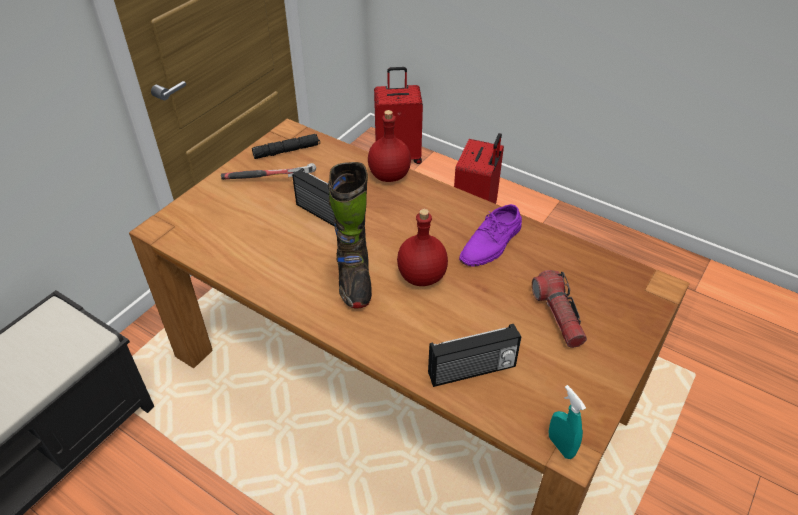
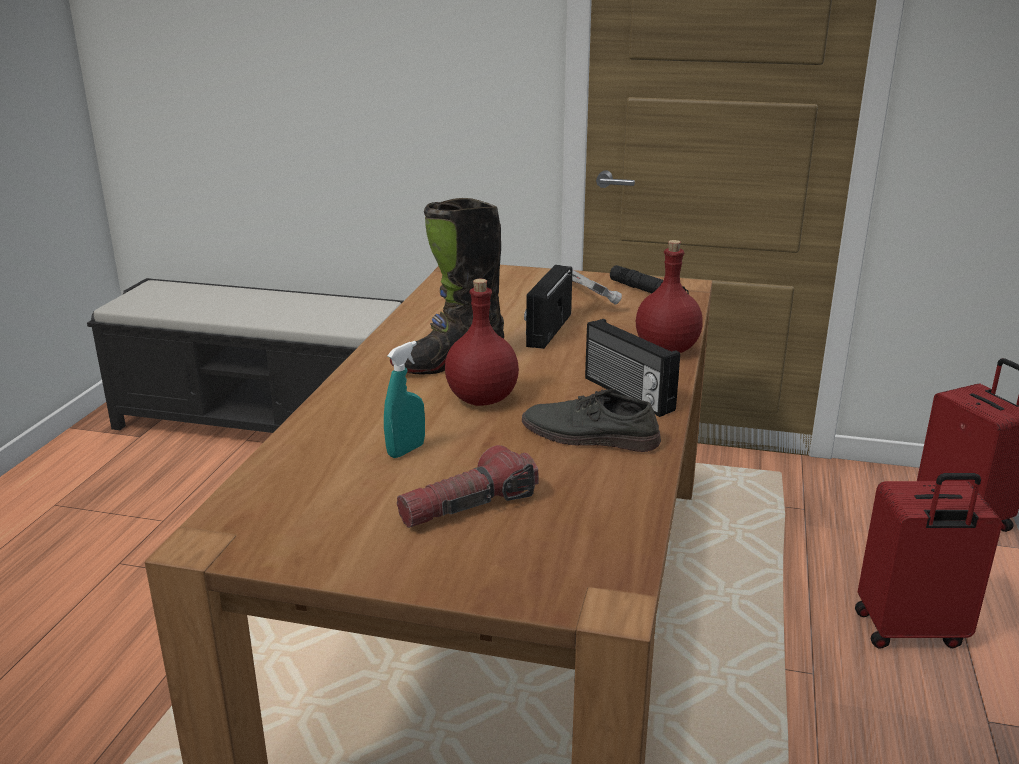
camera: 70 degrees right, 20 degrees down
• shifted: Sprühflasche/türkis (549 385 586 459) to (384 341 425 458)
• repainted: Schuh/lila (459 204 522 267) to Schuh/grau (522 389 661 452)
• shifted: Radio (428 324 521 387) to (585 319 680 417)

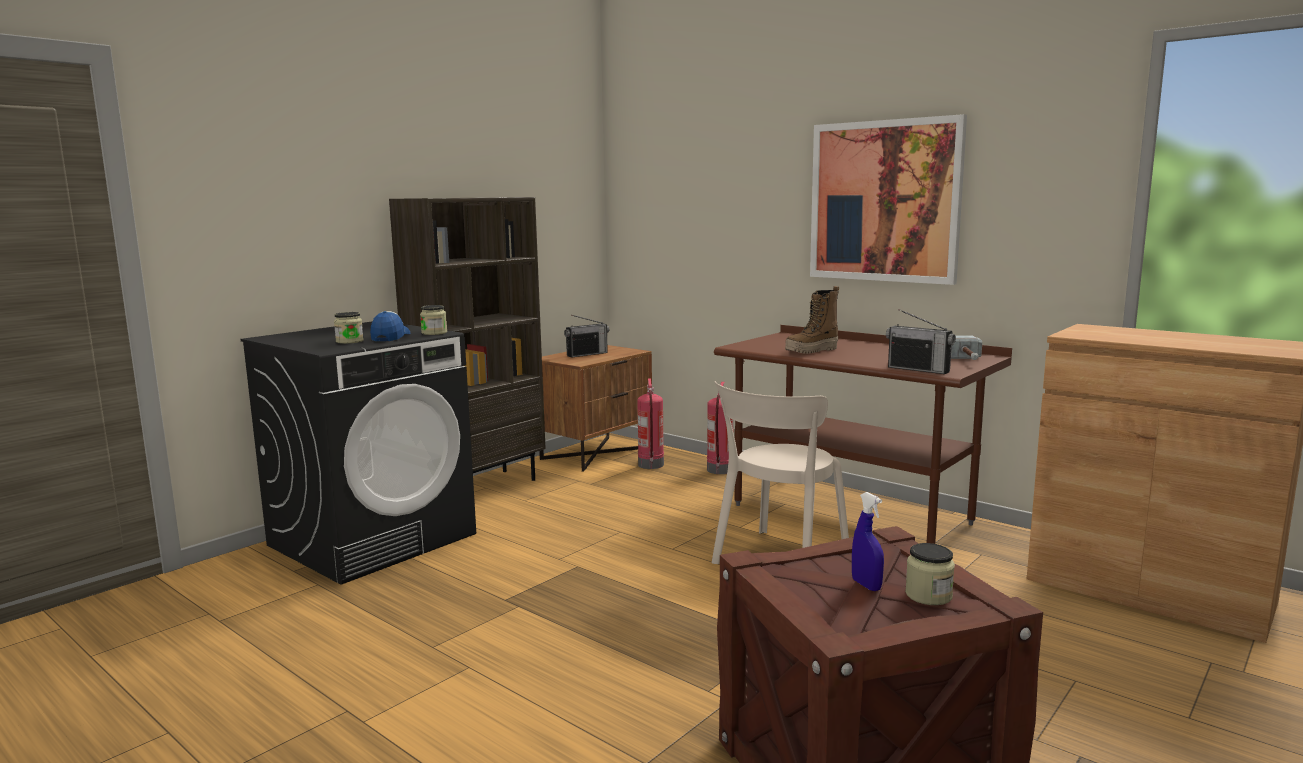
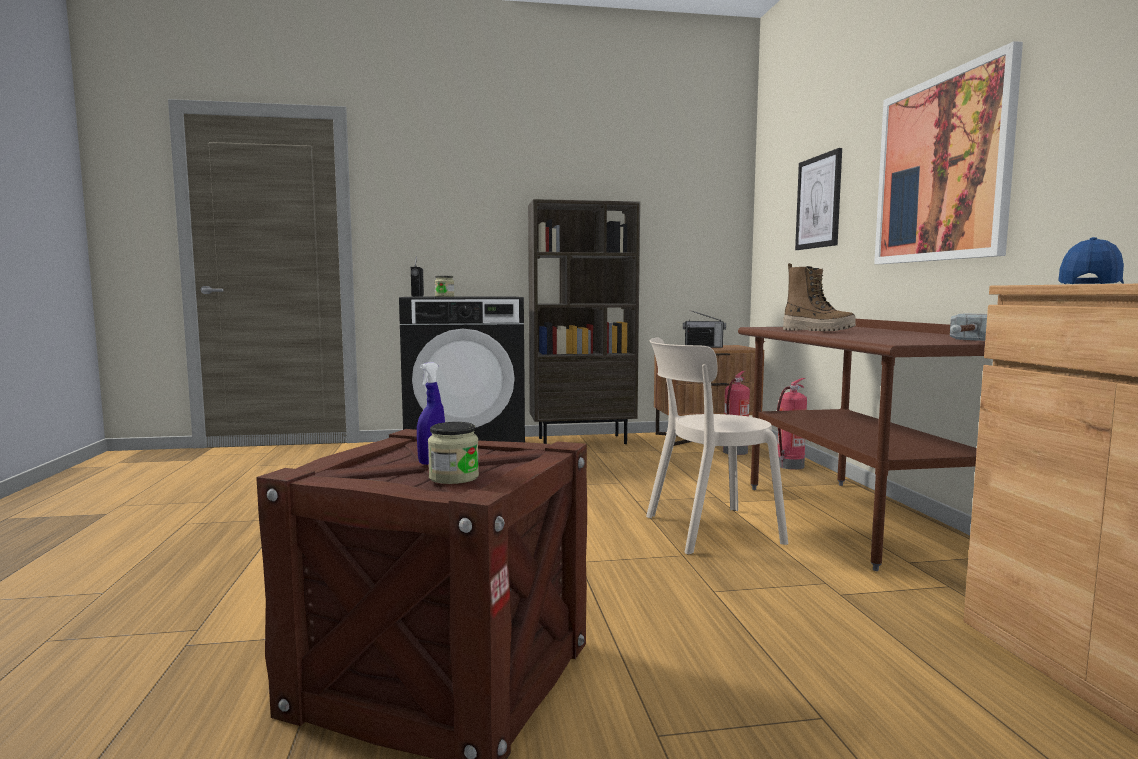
camera: 40 degrees right, 5 degrees down
• shifted: Radio (886 309 956 374) to (411 256 424 297)
• rotated: Stiefel (785 286 839 354) = (783 263 856 331) 150 degrees counterclockwise
• new: Bild (795 148 842 250)
• shifted: Kappe (370 311 410 341) to (1058 237 1124 284)
• gone: Vorratsglas (420 305 447 335)

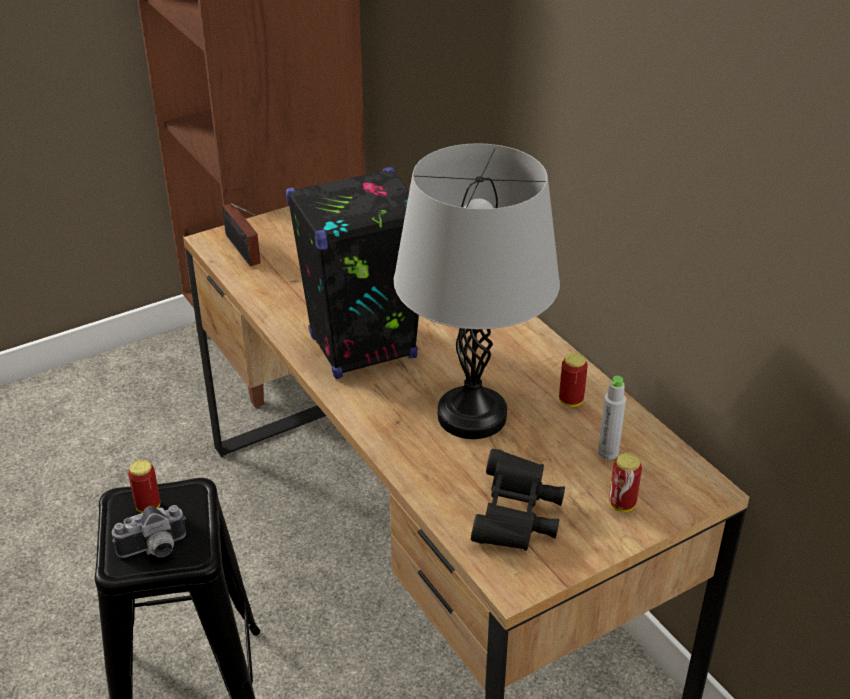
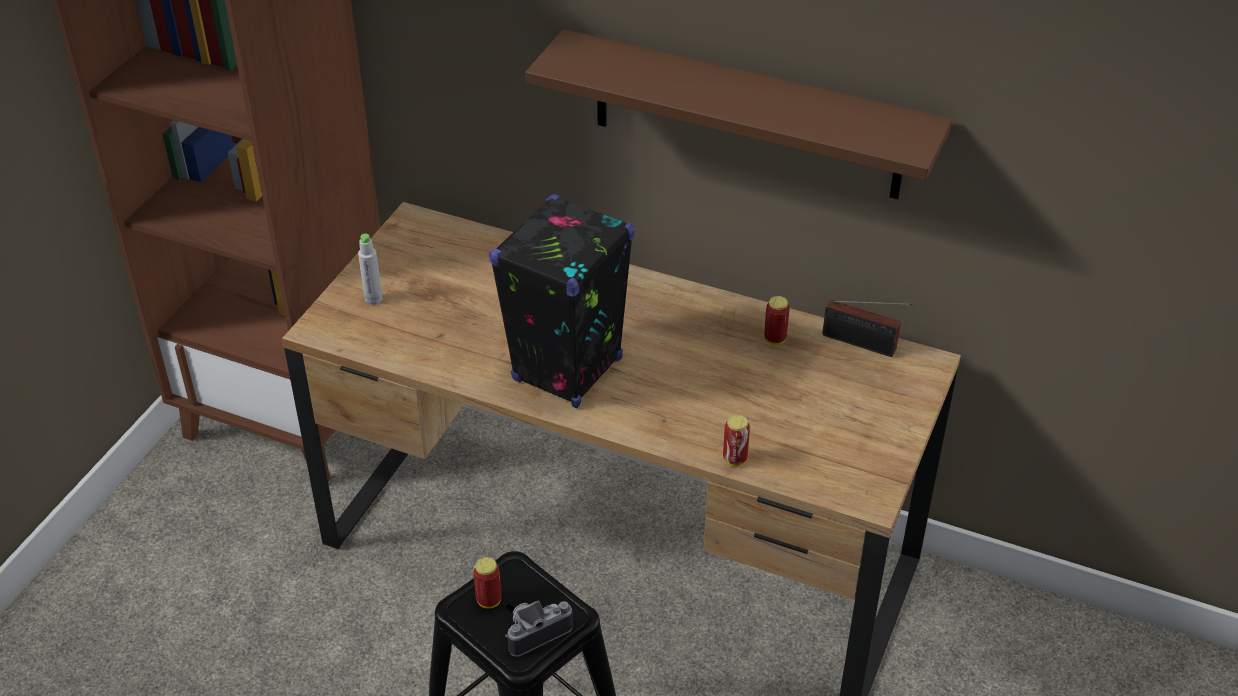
camera: 35 degrees left, 5 degrees up
• shifted: Flasche/grau (598 376 626 460) to (358 234 382 305)
• rotated: Kamera (112 505 186 558) = (505 601 573 657) 150 degrees counterclockwise
• new: Wandregal/braun (525 29 952 199)
• shifted: Dose (609 453 642 512) to (723 415 750 467)
• shifted: Radio (222 203 261 266) to (822 300 912 357)
• gone: Tischlampe/grau (394 143 560 439)
• gone: Fernglas/schwarz (471 449 565 551)

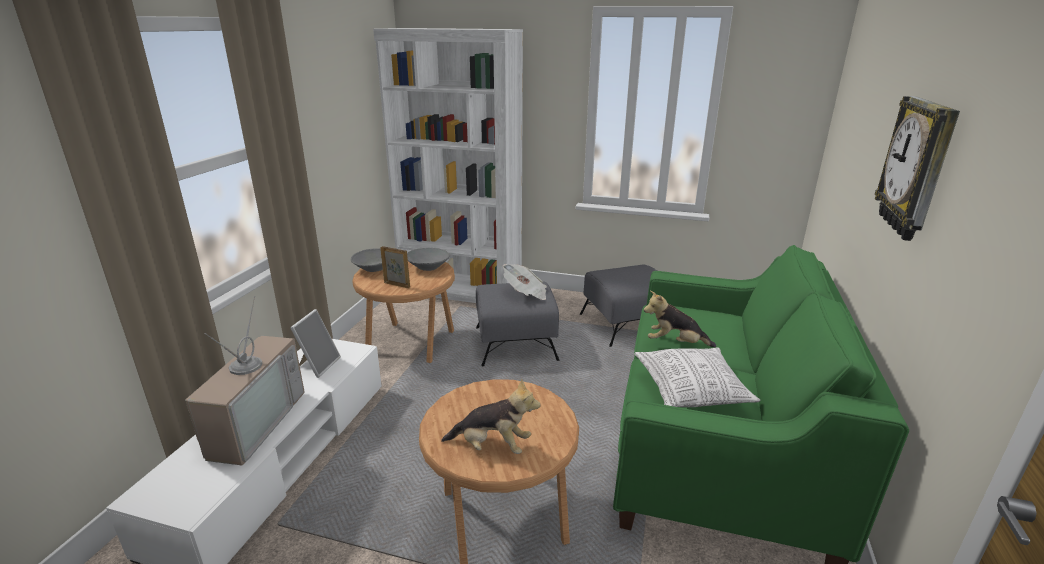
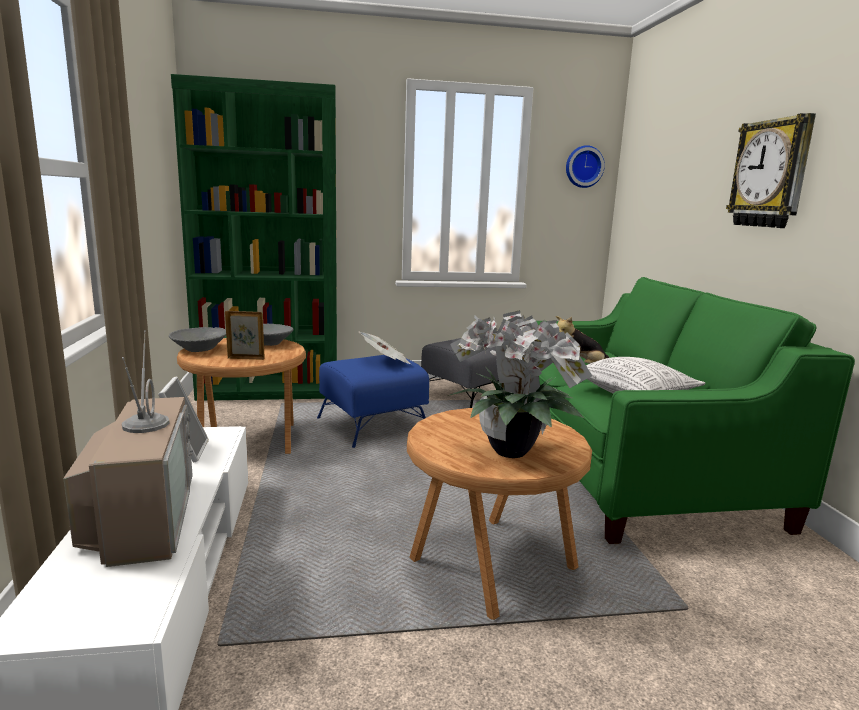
camera: 25 degrees left, 10 degrees down
• repainted: Bücherregal/weiß (373 28 523 303) to Bücherregal/grün (171 74 337 401)
• repainted: Polsterhocker/grau (476 281 559 367) to Polsterhocker/blau (317 355 429 448)
• swapped: Plüschtier (441 379 541 454) to Topfpflanze (448 310 592 458)
• new: Wanduhr (566 145 605 188)

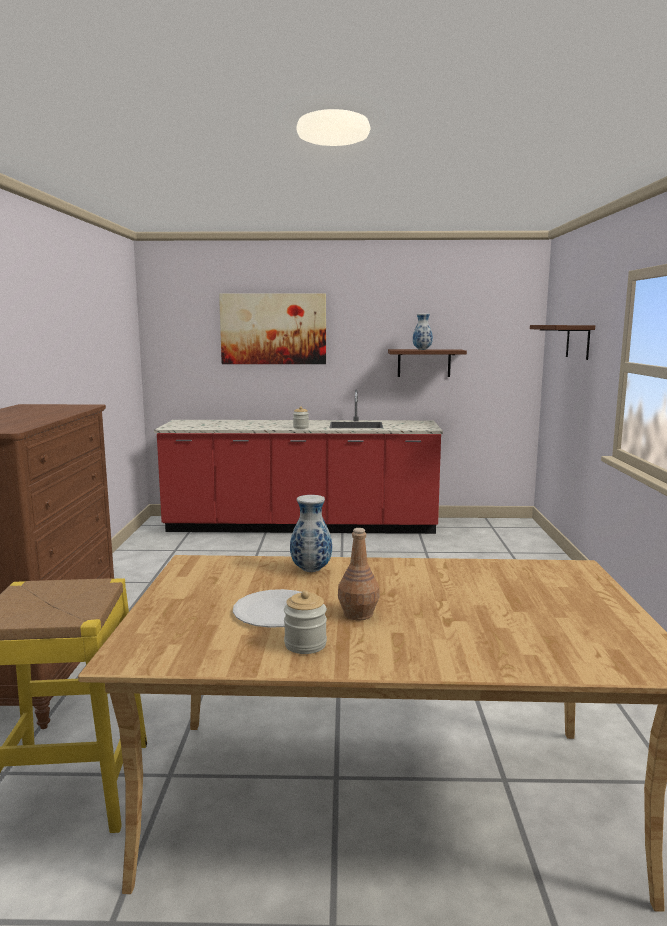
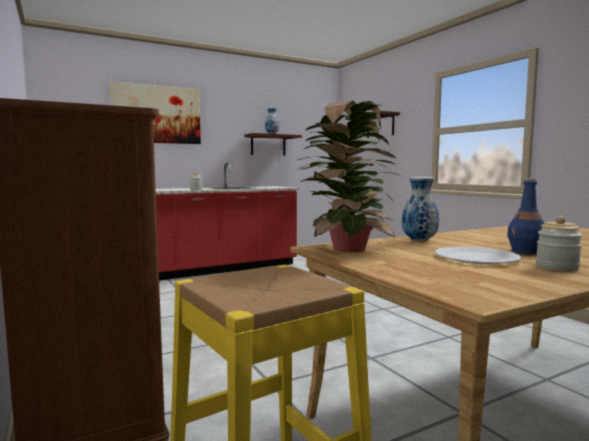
camera: 30 degrees left, 5 degrees down
• new: Topfpflanze (296 101 401 252)
• repainted: Flasche/braun (338 528 380 620) to Flasche/blau (507 178 544 254)

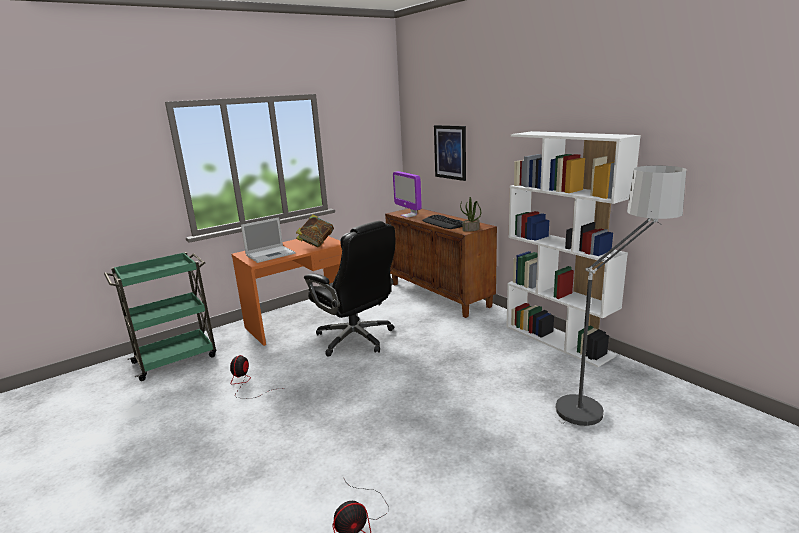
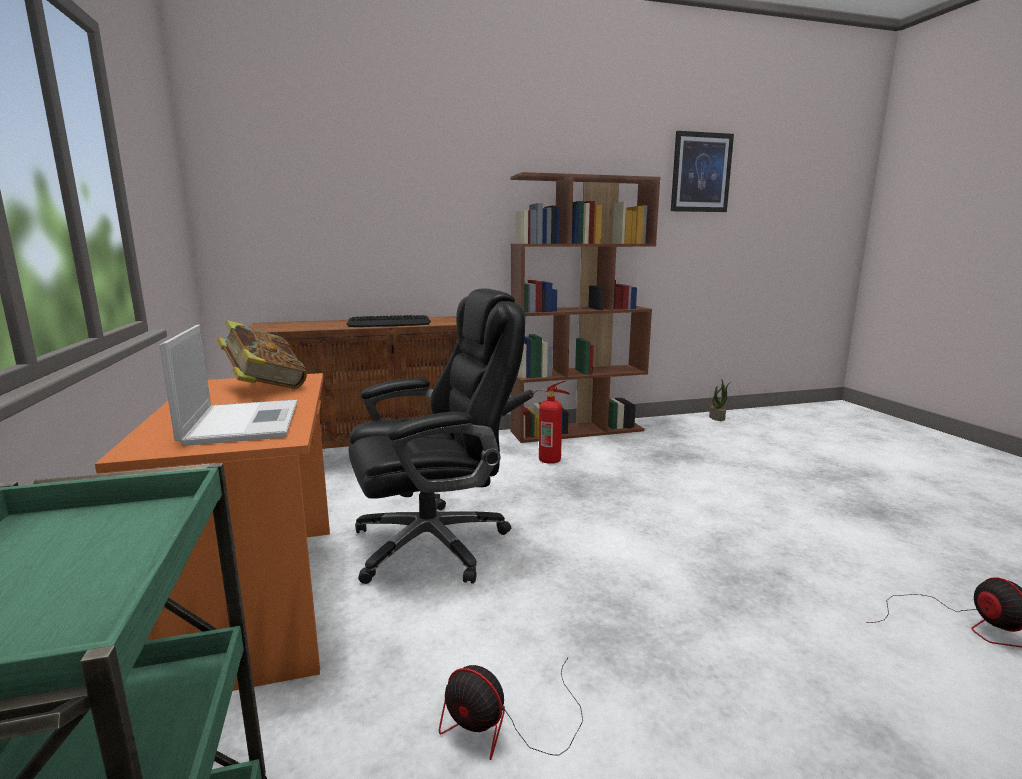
camera: 70 degrees left, 5 degrees down
• new: Feuerlöscher (502 381 570 464)
• repainted: Bücherregal/weiß (506 131 641 367) to Bücherregal/braun (511 172 660 443)
• shifted: Bild (434 125 466 181) to (671 131 734 212)
• shifted: Topfpflanze (460 197 481 232) to (709 380 731 421)
• gone: Monitor (393 171 422 218)
• gone: Stehlampe (554 165 686 427)

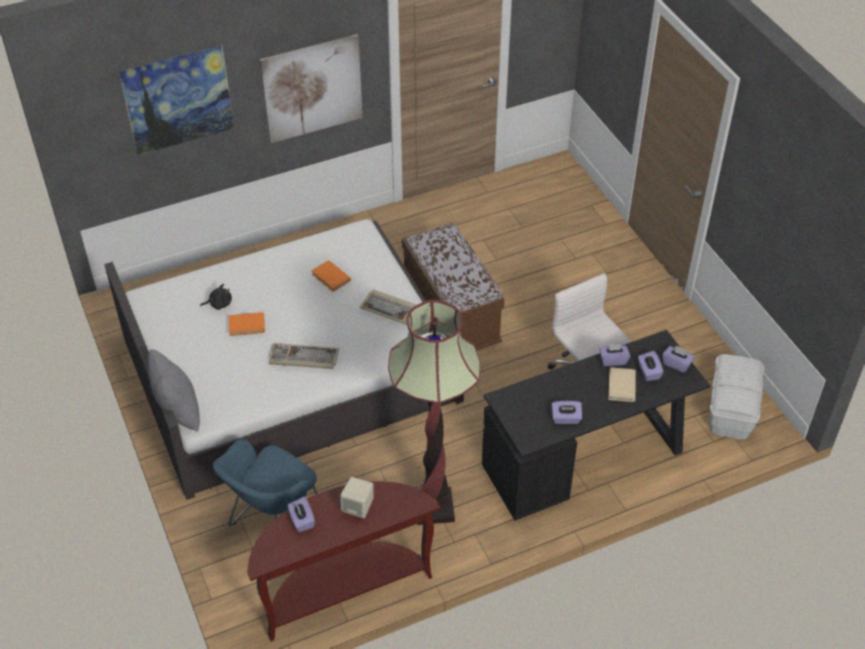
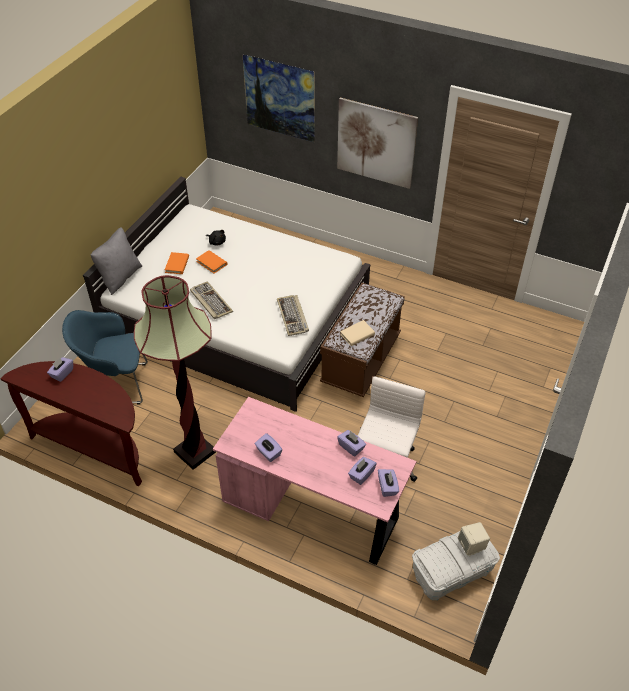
camera: 50 degrees right, 0 degrees up
• shifted: Buch/orange (311 260 351 292) to (165 252 189 274)
• repainted: Schreibtisch/schwarz (482 330 710 520) to Schreibtisch/rosa (213 397 417 565)
• shifted: Buch/beige (609 367 636 402) to (340 320 375 346)
• shifted: Lautsprecher/beige (340 477 373 518) to (458 522 490 556)

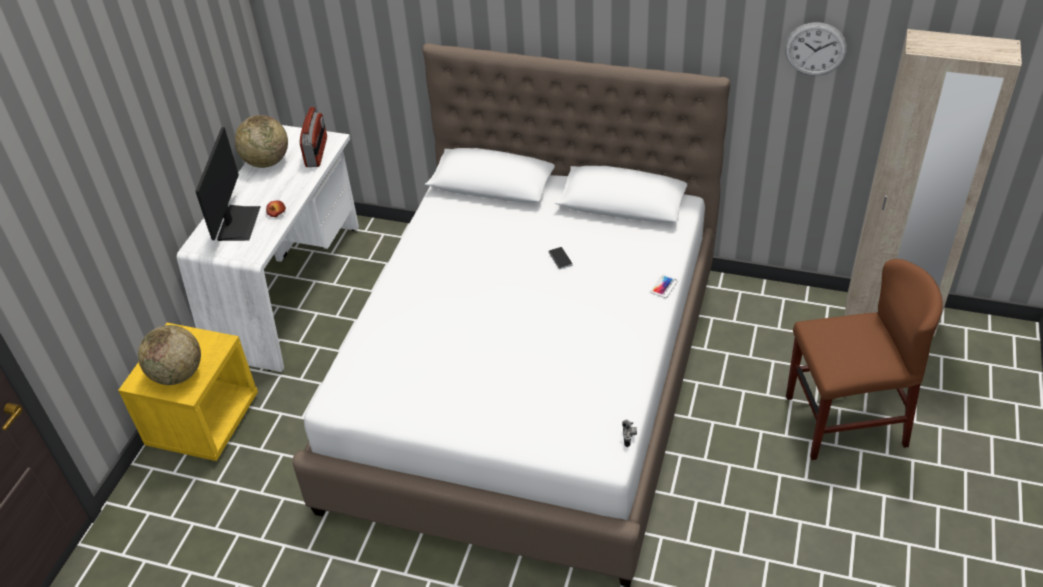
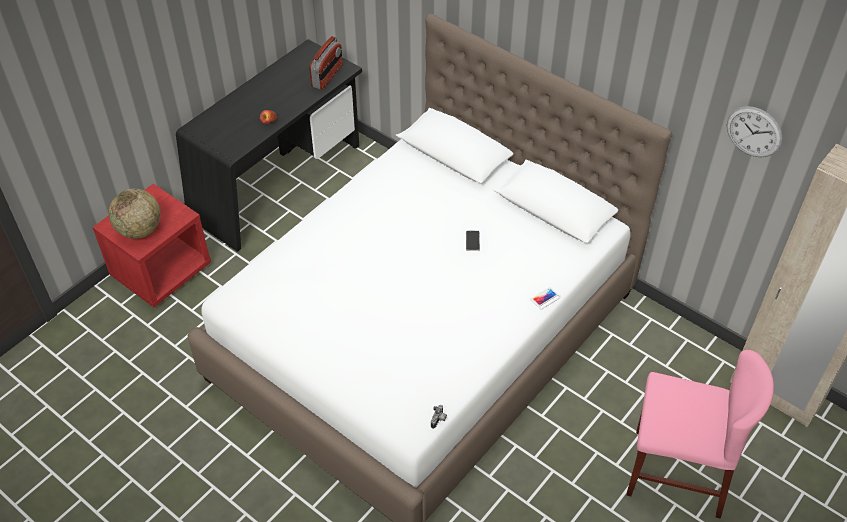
camera: 20 degrees right, 5 degrees up
• repainted: Nachttisch/gelb (118 323 258 461) to Nachttisch/rot (92 184 211 307)
• repainted: Schreibtisch/weiß (177 125 359 372) to Schreibtisch/schwarz (176 39 362 252)
• repainted: Stuhl/braun (786 259 943 460) to Stuhl/rosa (627 350 774 519)
• gone: Monitor (195 127 261 241)
• gone: Globus (235 115 288 168)

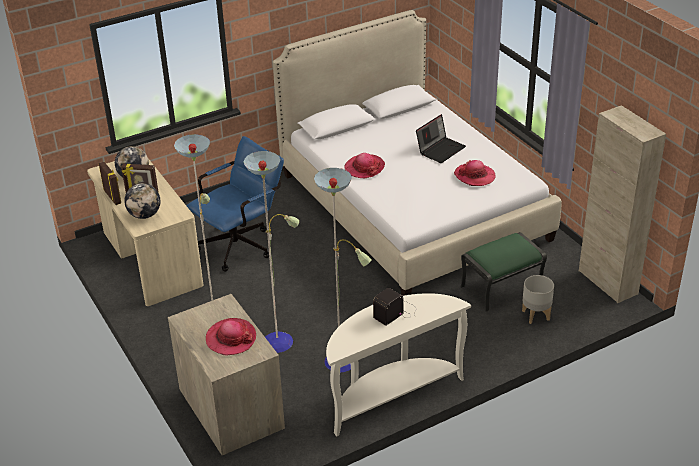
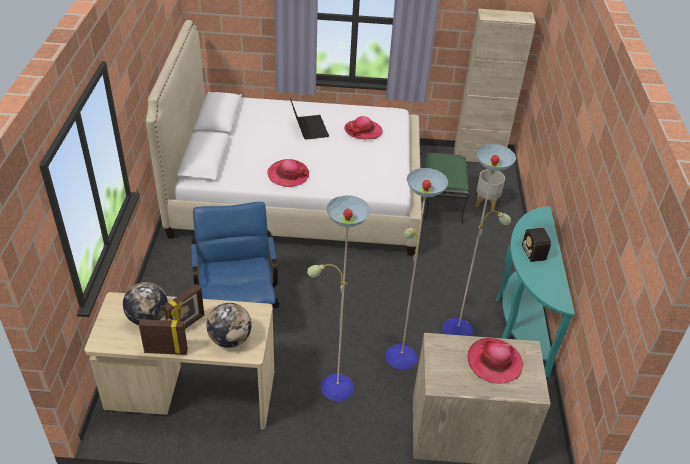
camera: 60 degrees left, 5 degrees up
• repainted: Konsolentisch/weiß (326 293 471 436) to Konsolentisch/türkis (496 206 575 377)

